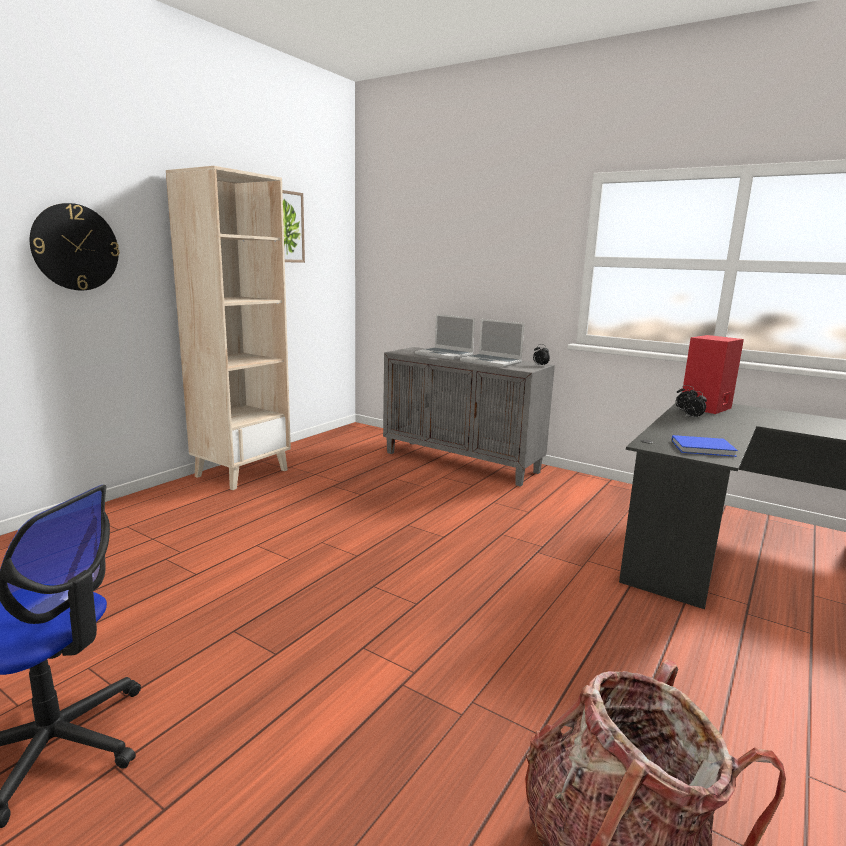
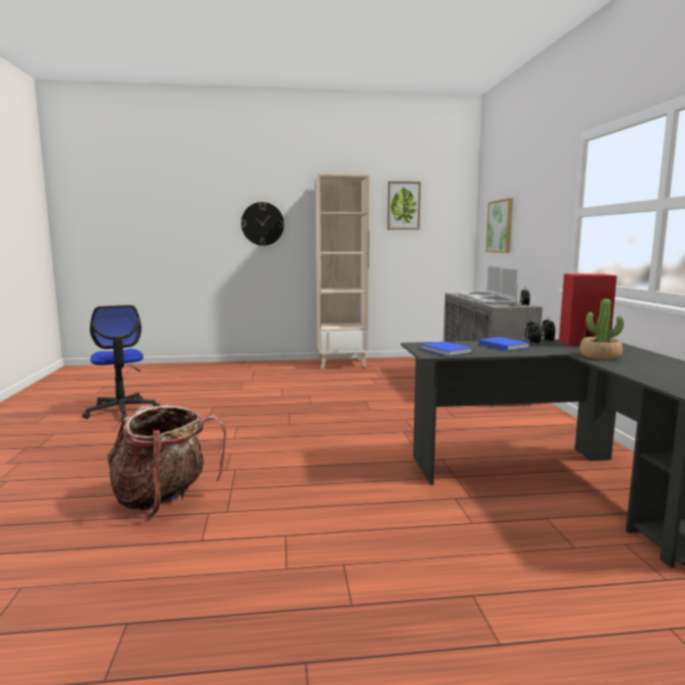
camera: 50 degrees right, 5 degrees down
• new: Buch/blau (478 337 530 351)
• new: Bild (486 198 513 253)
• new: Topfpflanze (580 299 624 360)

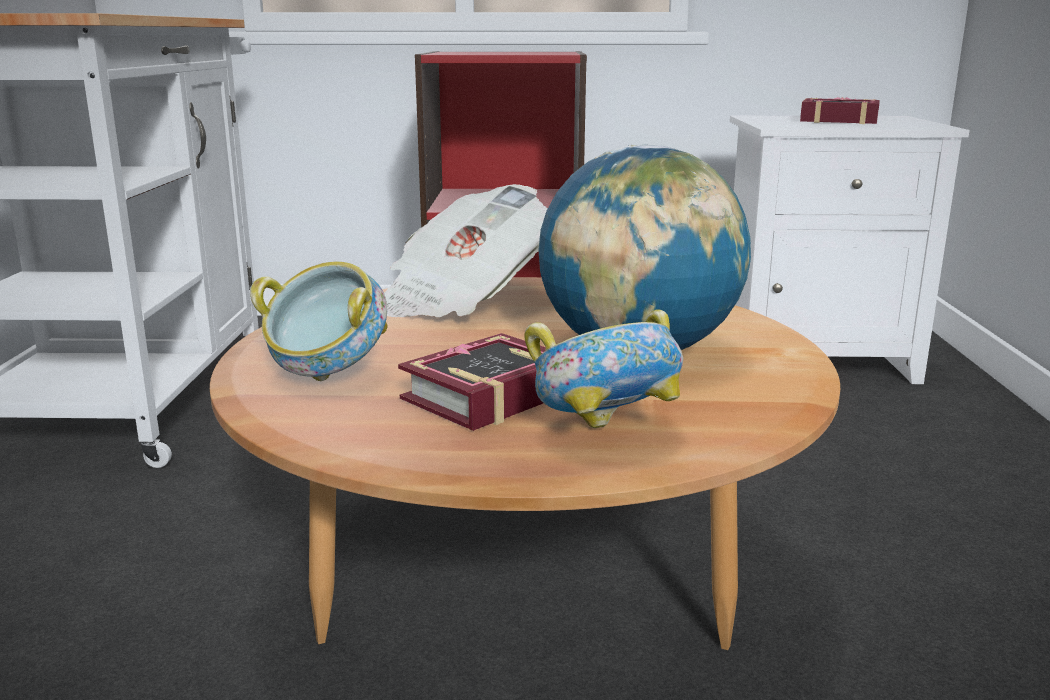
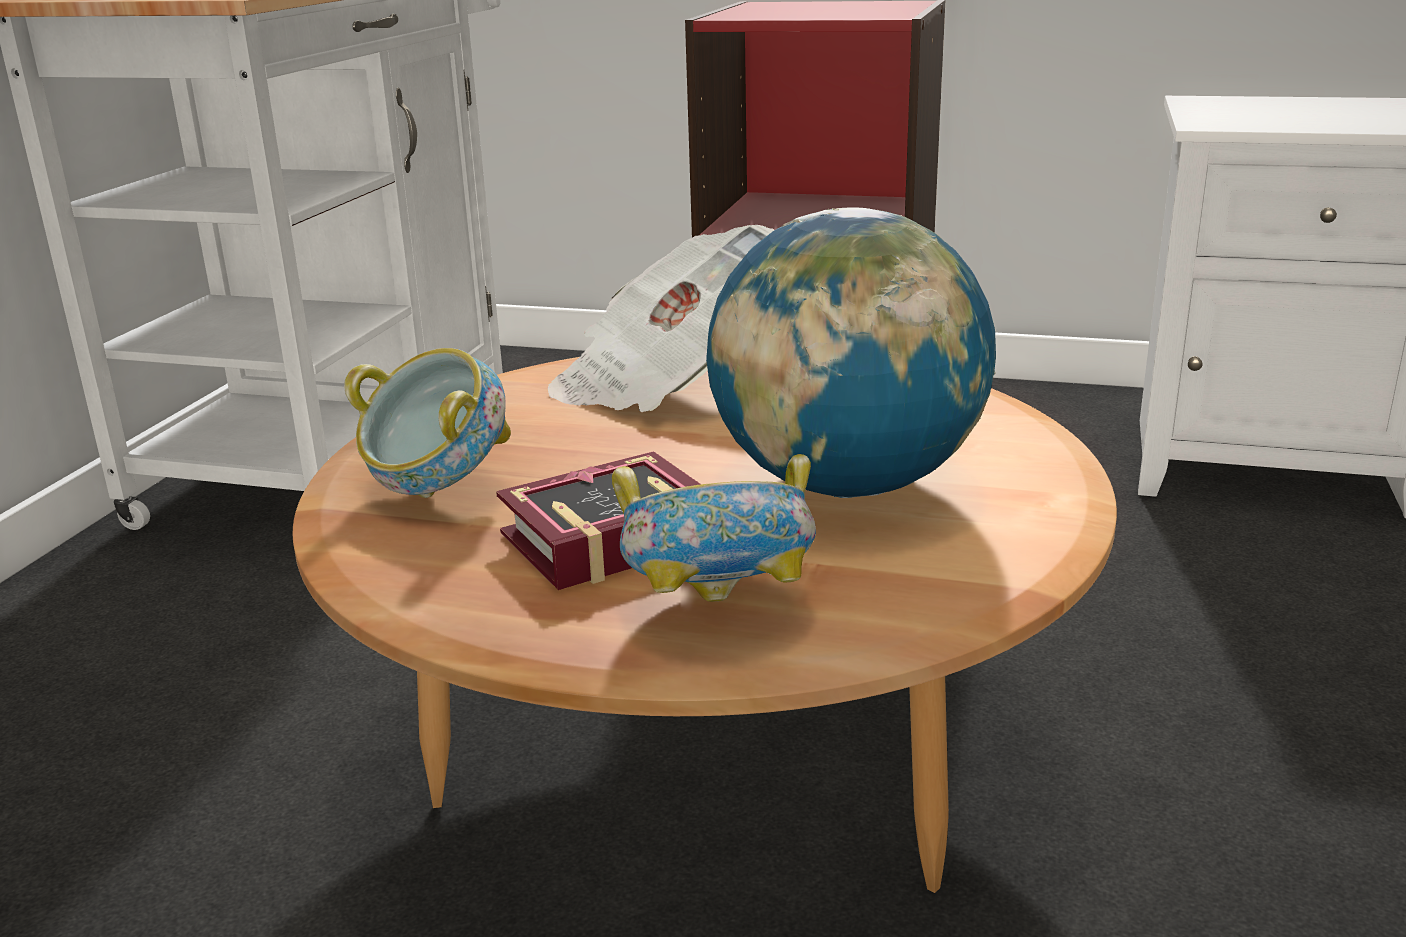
camera: 15 degrees right, 5 degrees up
• gone: Buch (800 97 880 124)

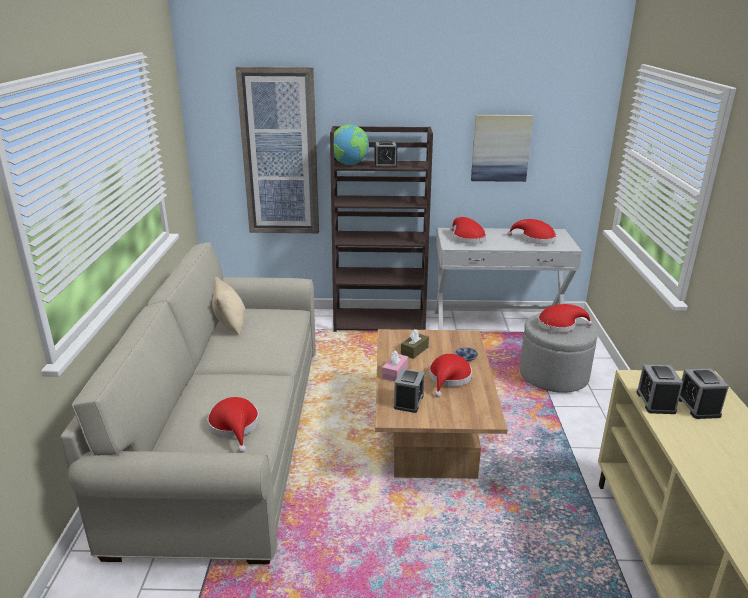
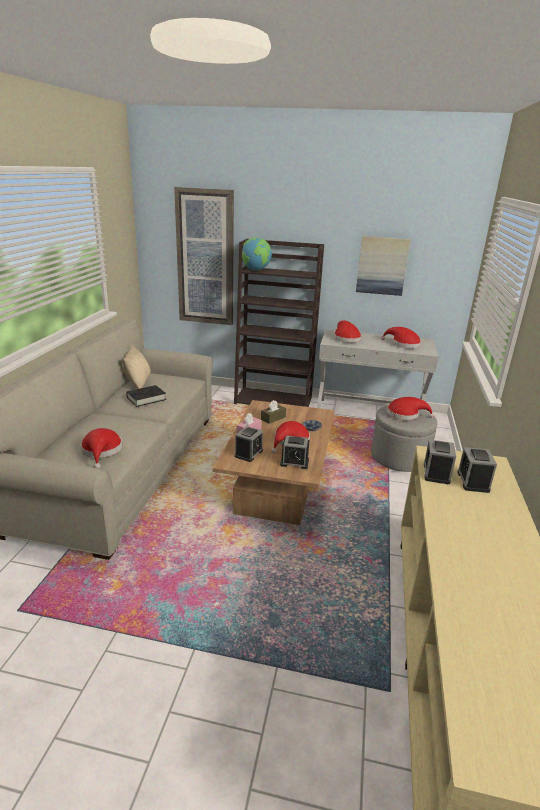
camera: 10 degrees right, 0 degrees up
• new: Buch/schwarz (126 385 166 407)
• shifted: Wecker (373 141 398 168) to (280 435 309 469)

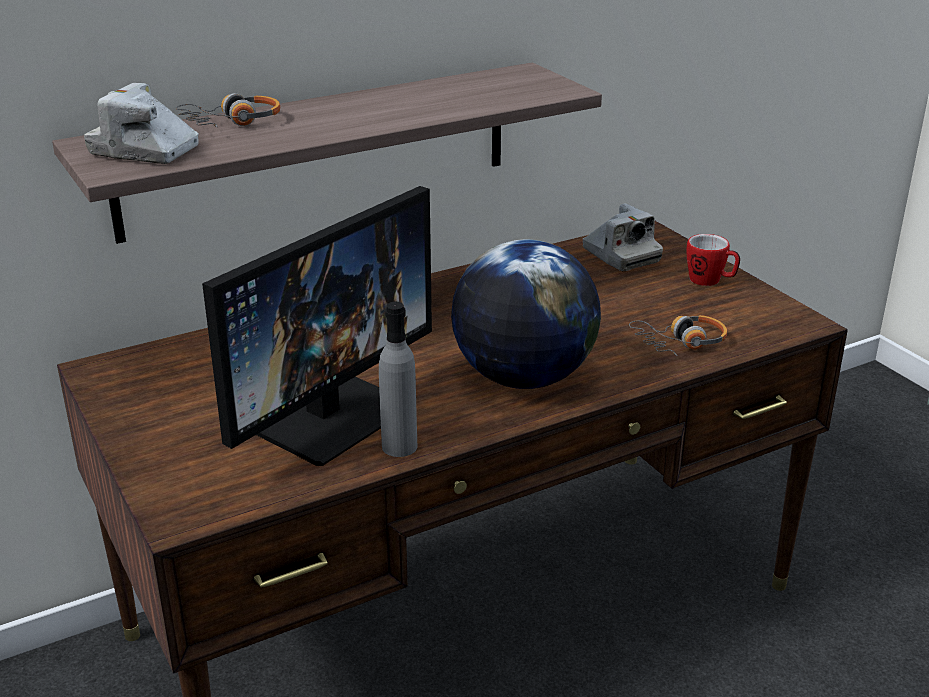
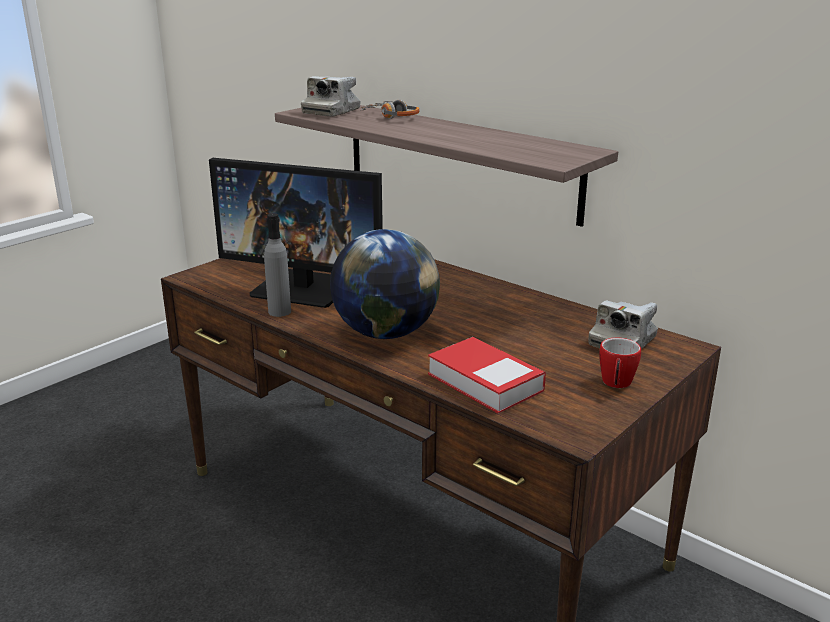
camera: 70 degrees right, 5 degrees down
• rotated: Kamera (84 83 199 164) = (301 76 360 117) 150 degrees counterclockwise
• swapped: Kopfhörer (629 315 727 356) to Buch (428 337 546 414)

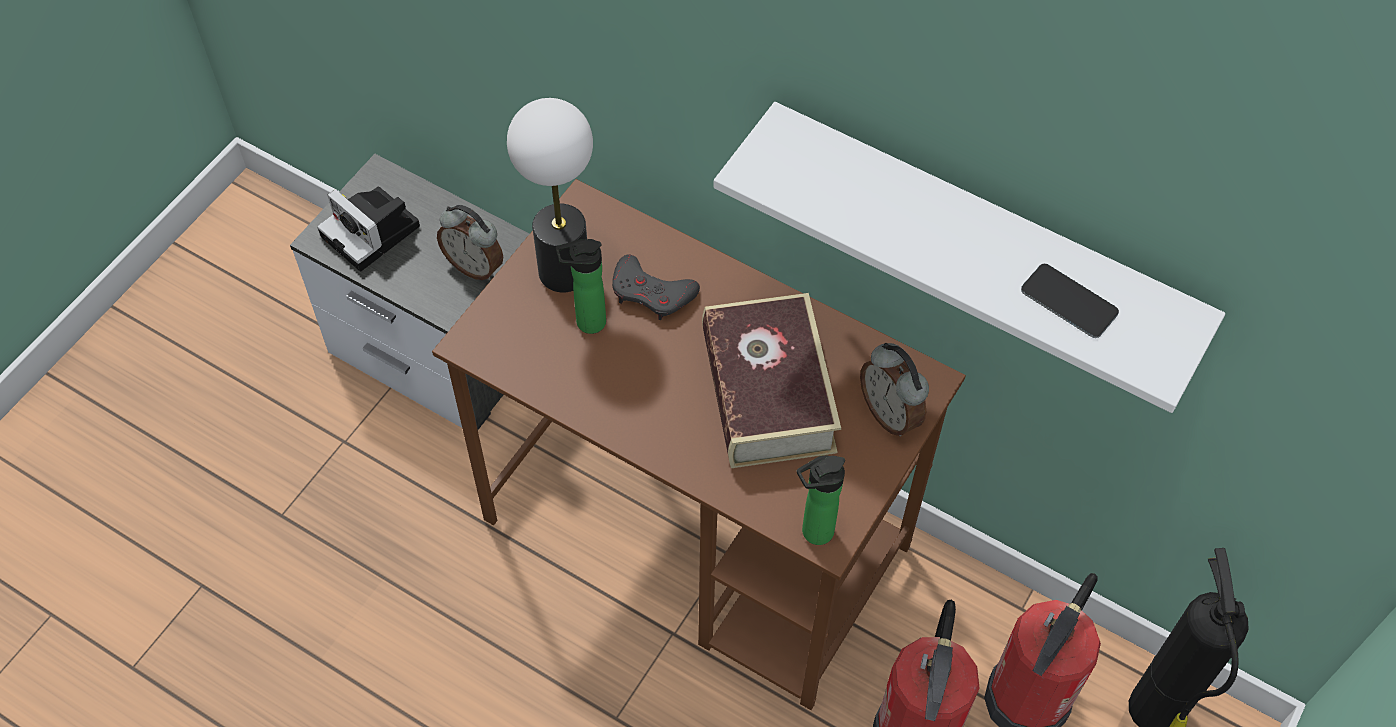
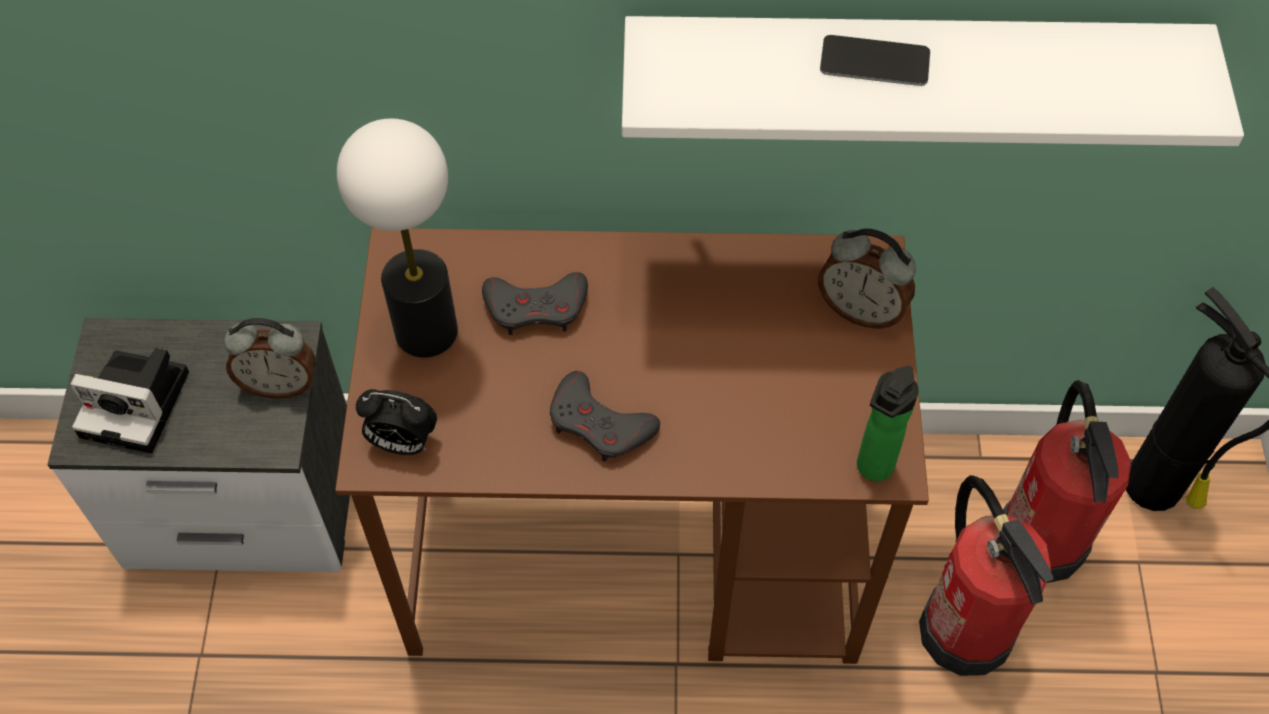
camera: 30 degrees left, 0 degrees up
• new: Wecker (356 389 437 455)
• new: Gamepad/grau (550 371 660 462)
• shifted: Handy (1021 264 1119 338) to (820 35 930 86)
• gone: Flasche (556 239 606 334)
• gone: Buch (702 293 841 468)

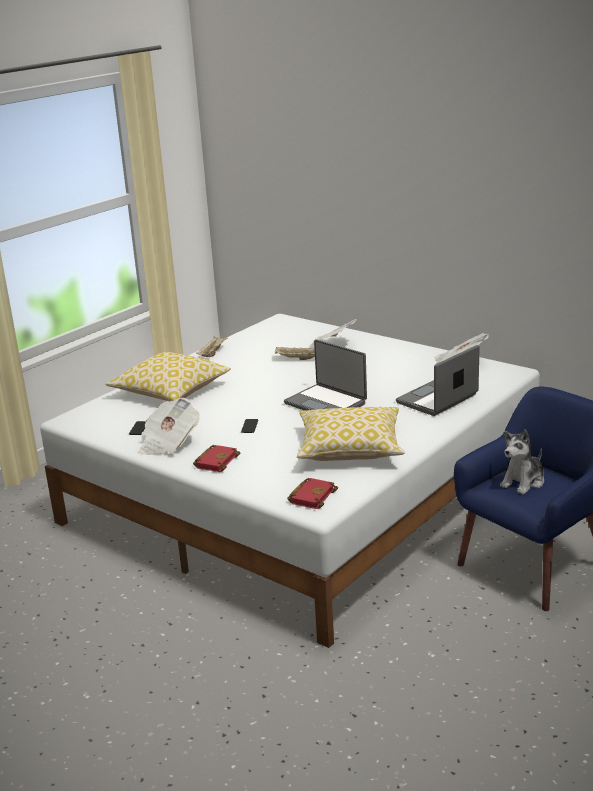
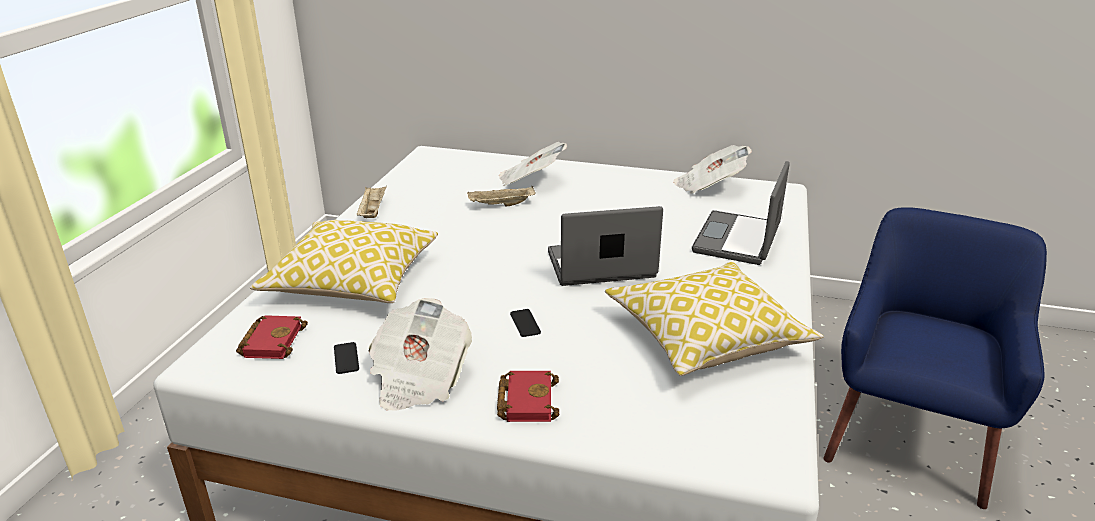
camera: 25 degrees left, 5 degrees up
• shifted: Buch/rot (287 478 338 509) to (236 315 308 359)
• rotated: Laptop (284 339 367 411) = (548 206 663 286) 150 degrees clockwise
• gone: Plüschtier (500 429 544 495)

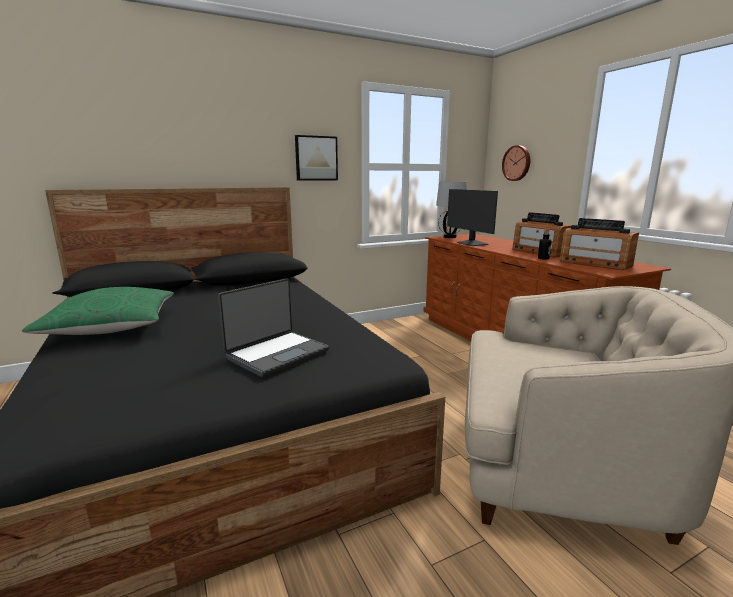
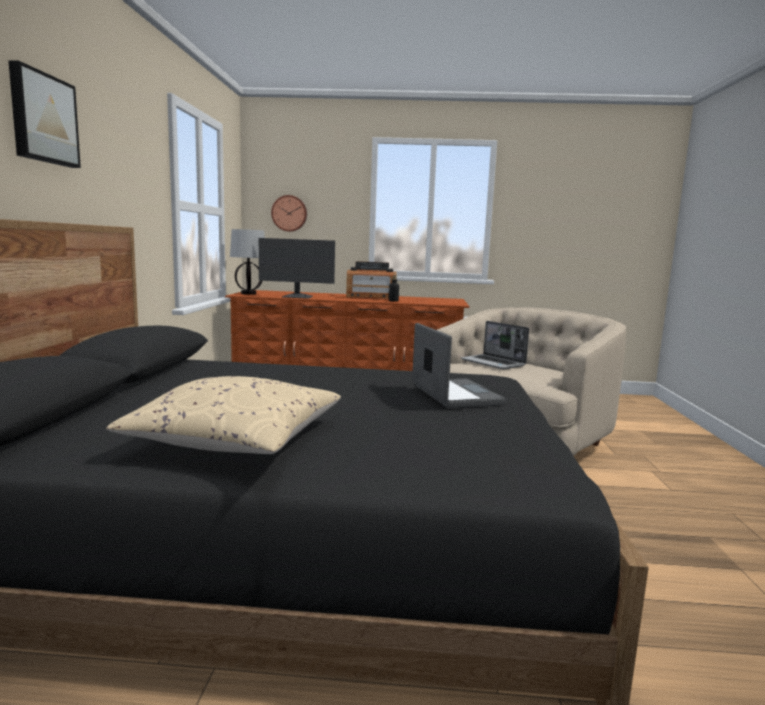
camera: 60 degrees left, 5 degrees down
• shifted: Bild (295 135 338 181) to (8 60 81 168)
• repainted: Kissen/grün (22 287 174 335) to Kissen/beige (106 376 341 454)
• new: Laptop (461 321 529 369)
• gone: Radio (560 218 639 271)

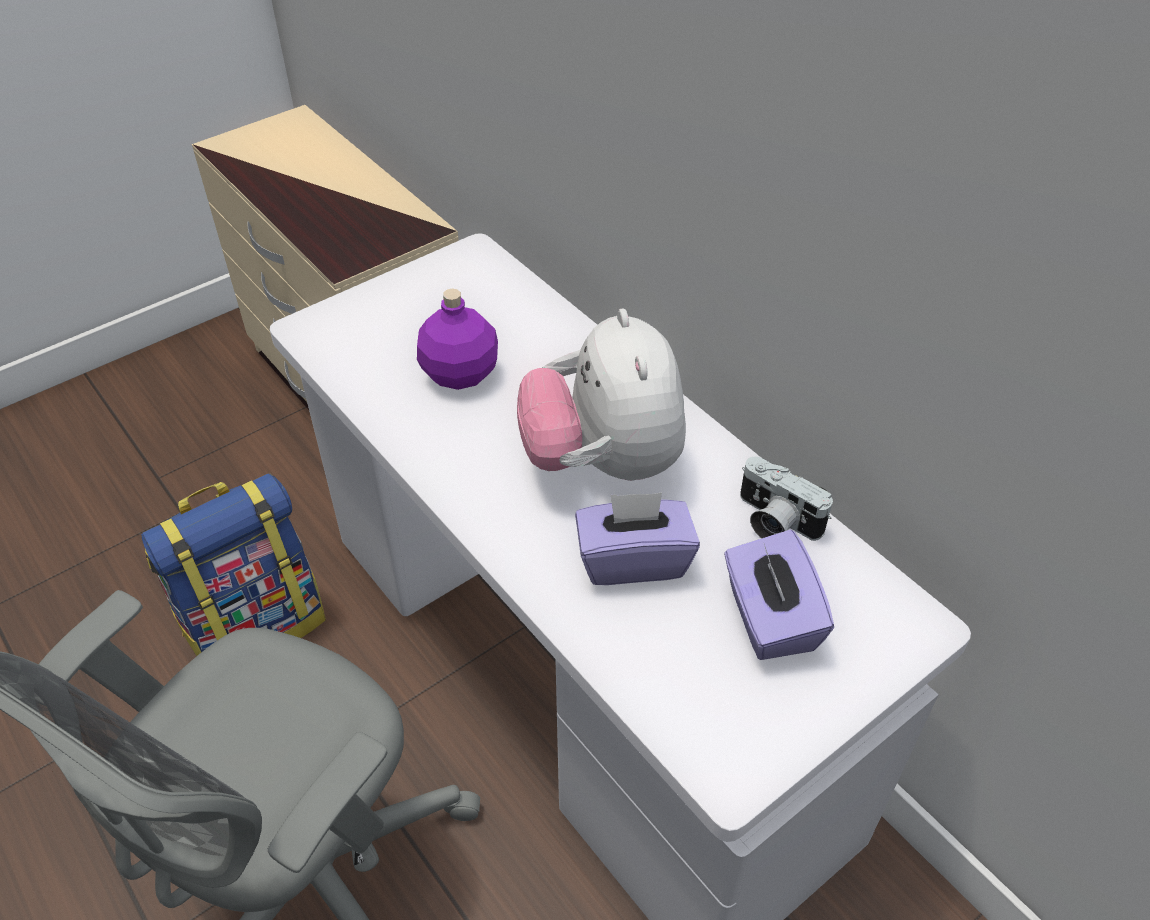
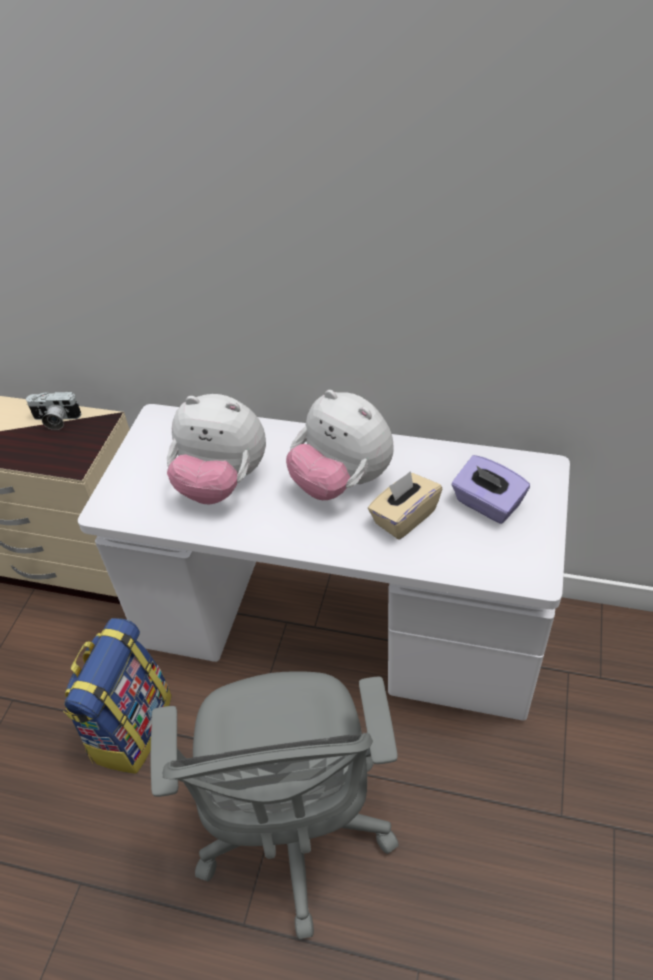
camera: 35 degrees left, 0 degrees up
• shifted: Kamera (740 457 833 541) to (26 392 81 430)
• swapped: Flasche/lila (417 288 498 390) to Plüschtier (167 394 266 504)
• repainted: Taschentuchbox/lila (575 493 700 585) to Taschentuchbox/beige (368 471 442 540)

